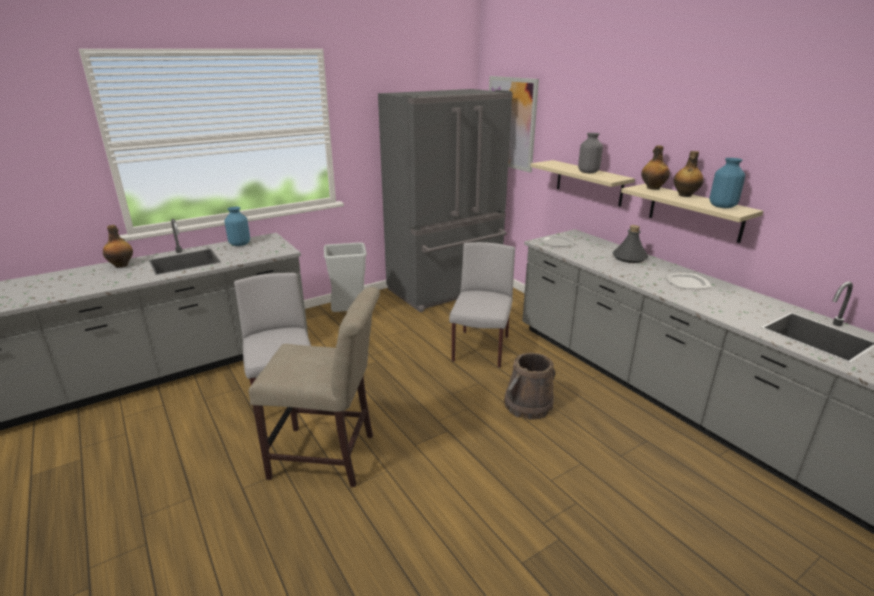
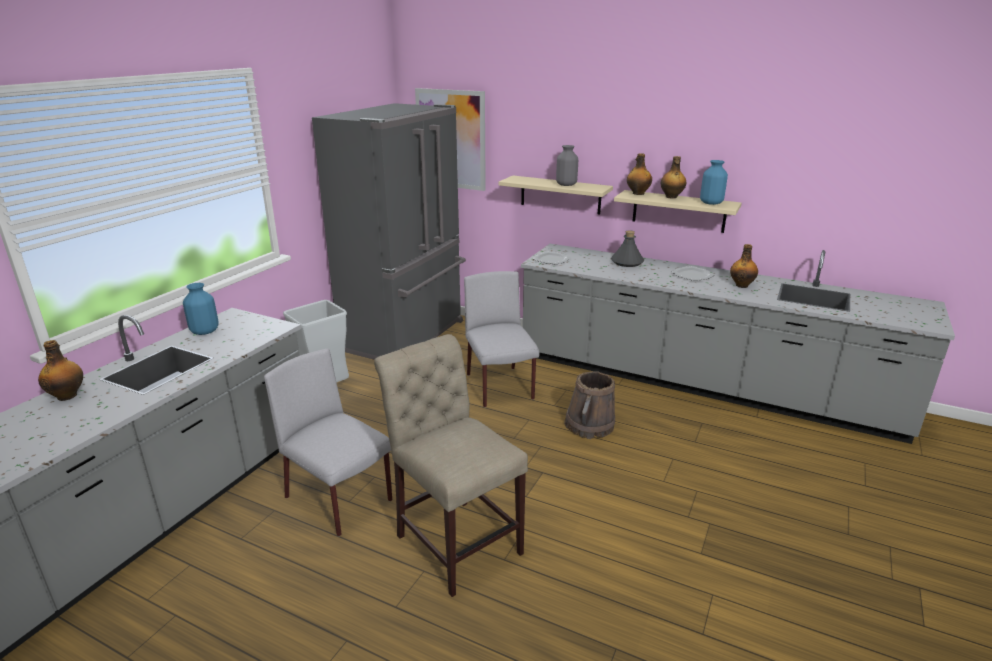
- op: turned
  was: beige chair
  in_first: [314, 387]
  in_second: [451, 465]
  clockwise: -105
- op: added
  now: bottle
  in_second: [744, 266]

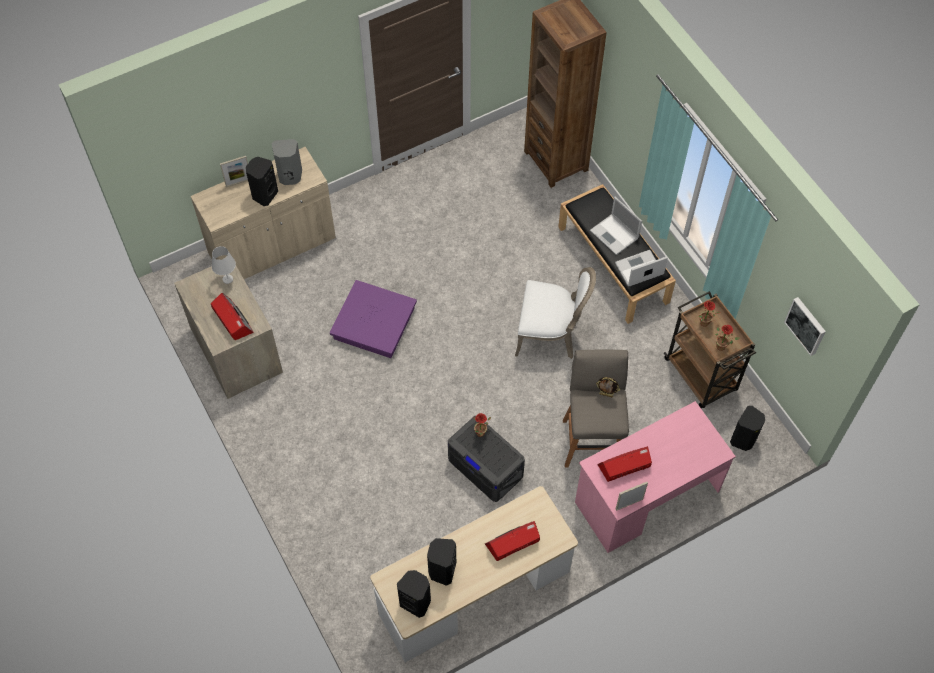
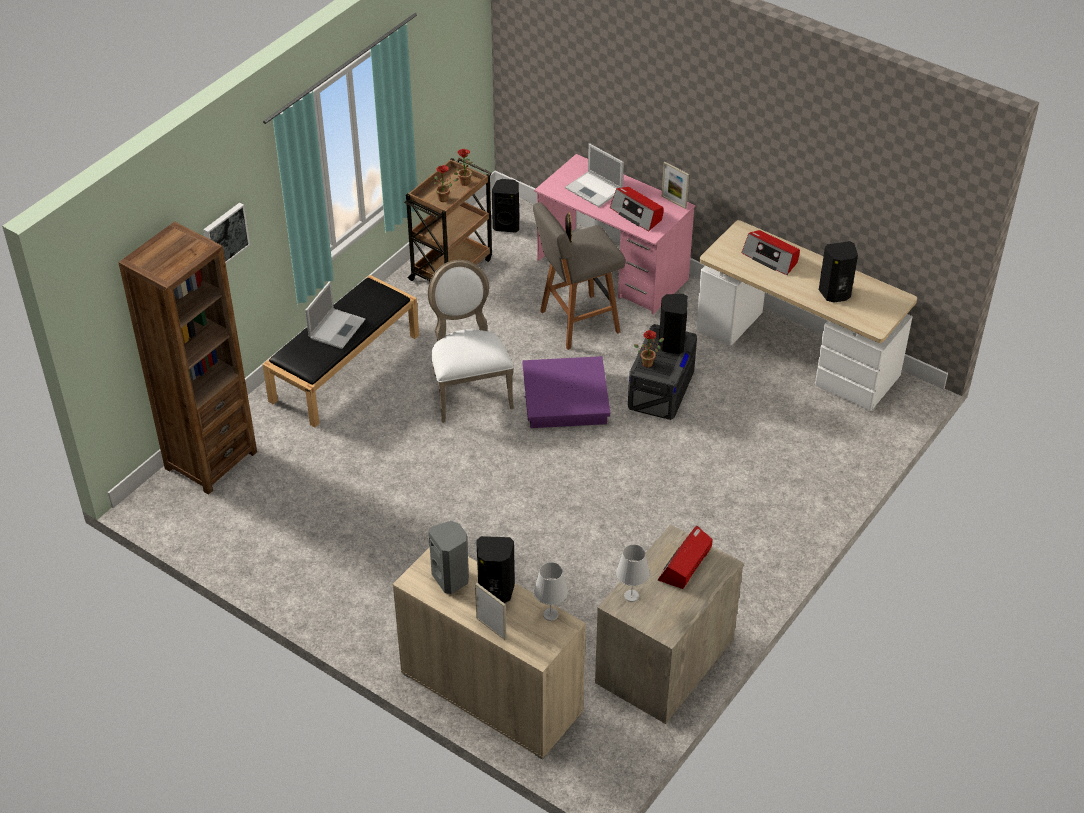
- op: moved
  was: laptop
  in_first: [641, 268]
  in_second: [594, 175]
- op: moved
  was: purple storage box
  in_first: [373, 319]
  in_second: [566, 392]
- op: moved
  was: picture
  in_first: [805, 326]
  in_second: [226, 233]
- op: moved
  was: black speaker
  in_first: [414, 594]
  in_second: [673, 324]
- op: added
  now: white table lamp
  in_second: [551, 591]

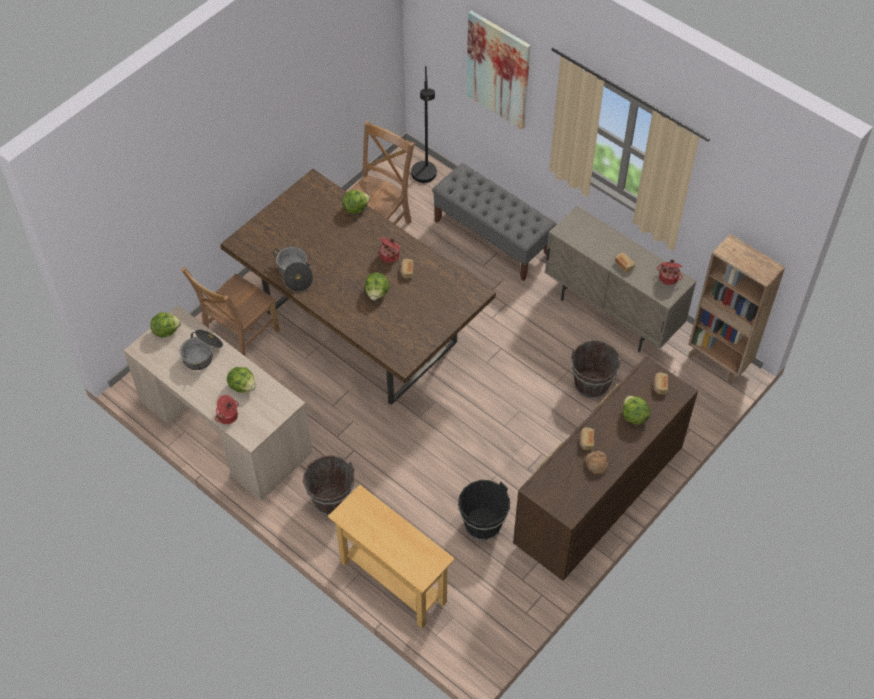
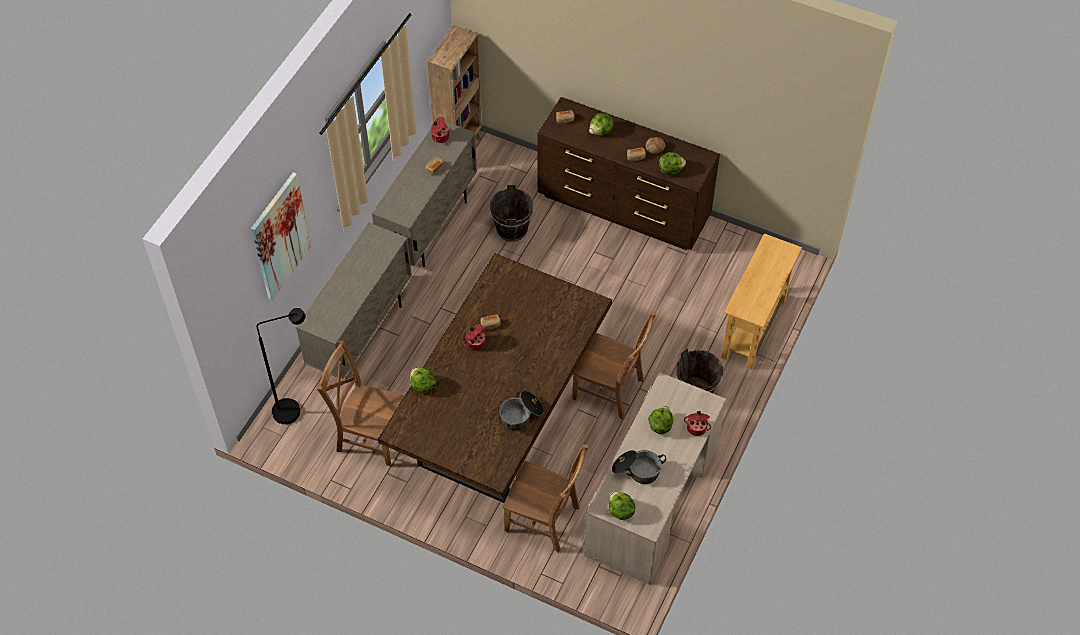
- op: replaced
  was: grey bench
  now: beige cabinet
  in_first: [494, 222]
  in_second: [354, 301]
- op: moved
  was: lettuce
  in_first: [377, 286]
  in_second: [672, 163]
- op: removed
  was: black bucket
  in_first: [484, 510]
- op: added
  now: brown chair
  in_second: [614, 366]

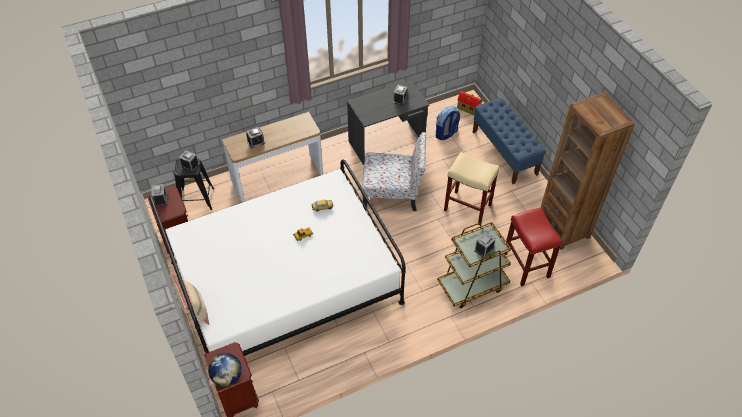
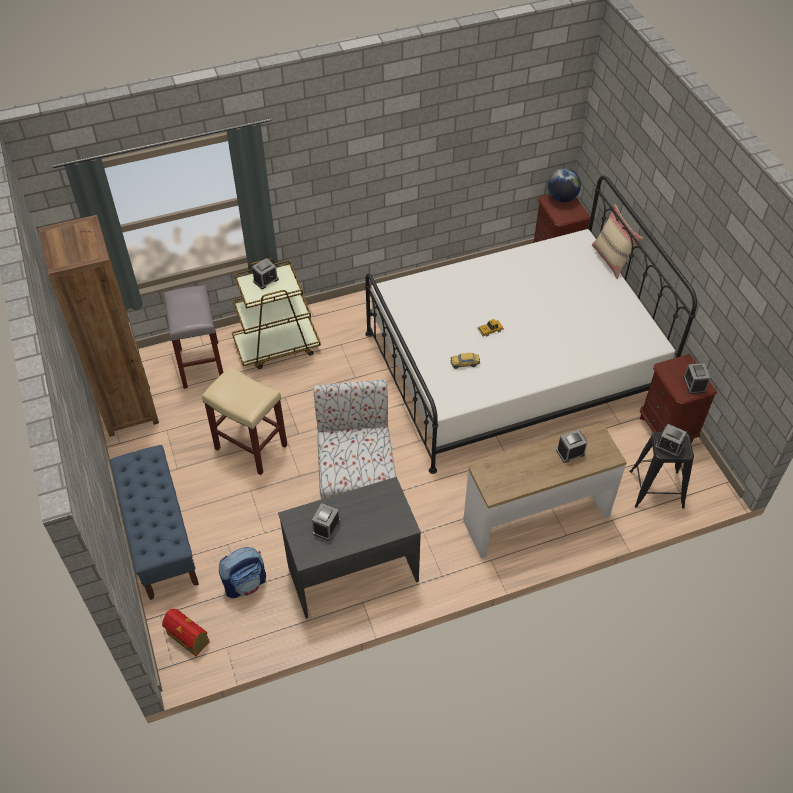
- op: turned
  was: chair
  in_first: [394, 171]
  in_second: [354, 439]
  clockwise: 75
- op: recoloured
  was: red stool
  now: grey stool
  in_first: [533, 247]
  in_second: [193, 337]

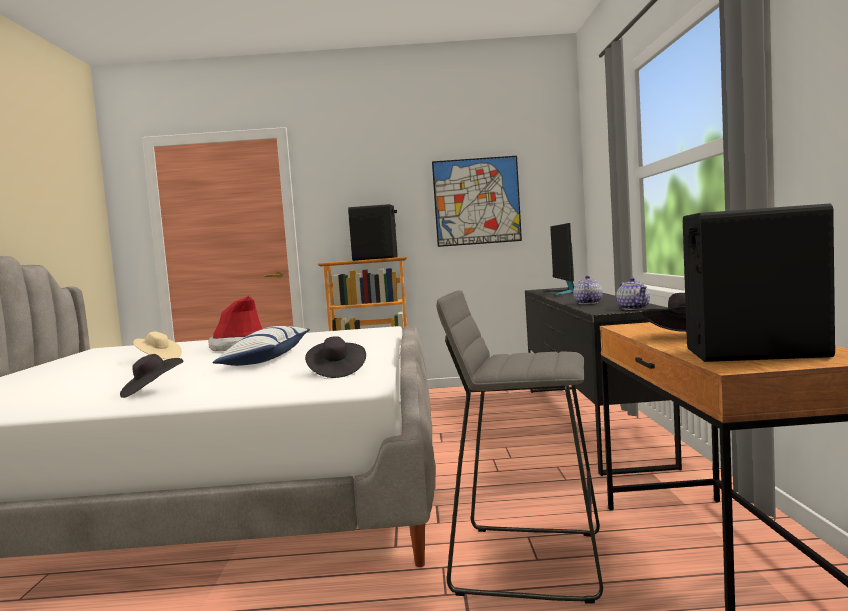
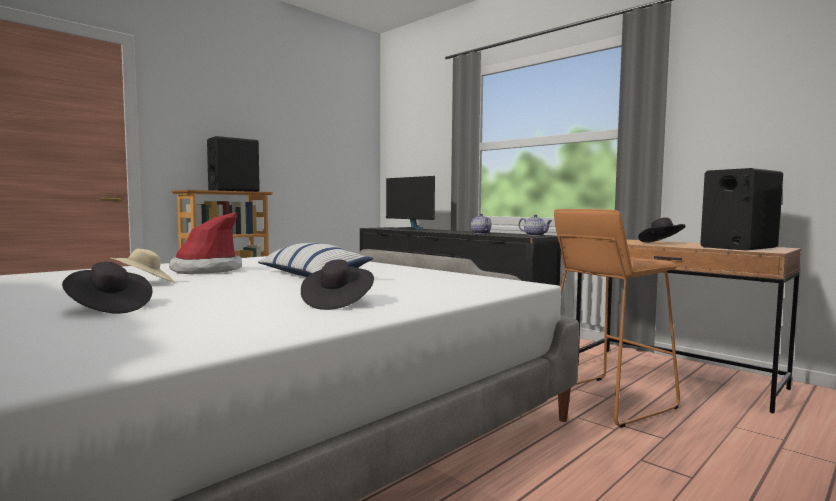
- op: removed
  was: picture
  in_first: [477, 201]
- op: recoloured
  was: grey stool
  now: orange stool
  in_first: [519, 447]
  in_second: [617, 318]
- op: moved
  was: black hat
  in_first: [335, 357]
  in_second: [107, 288]

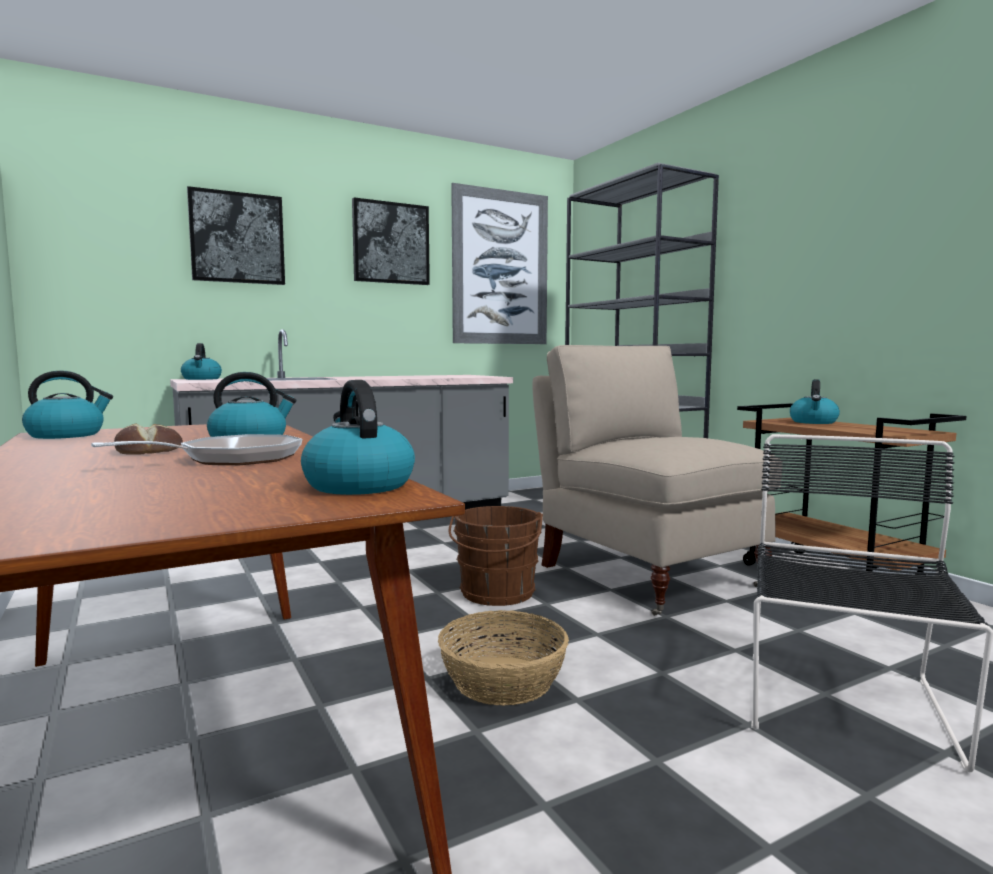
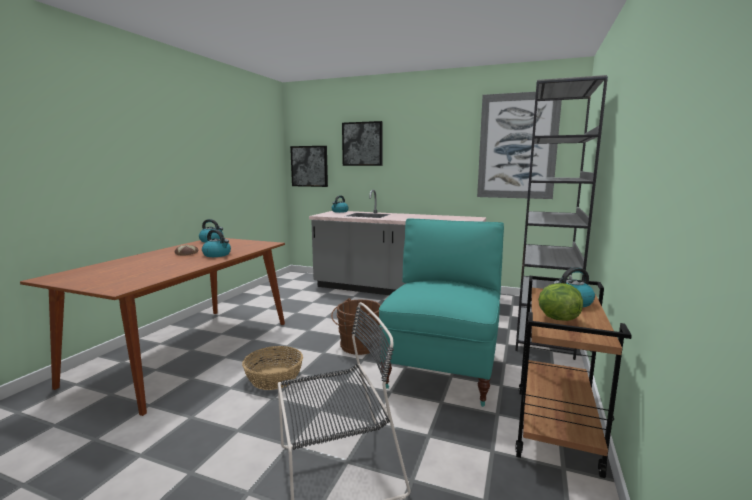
- op: moved
  was: picture
  in_first: [391, 241]
  in_second: [309, 166]
- op: recoloured
  was: beige chair
  now: turquoise chair
  in_first: [657, 480]
  in_second: [441, 313]
- op: removed
  was: kettle
  in_first: [358, 437]
- op: removed
  was: frying pan
  in_first: [196, 449]
- op: added
  now: lettuce
  in_second: [560, 302]

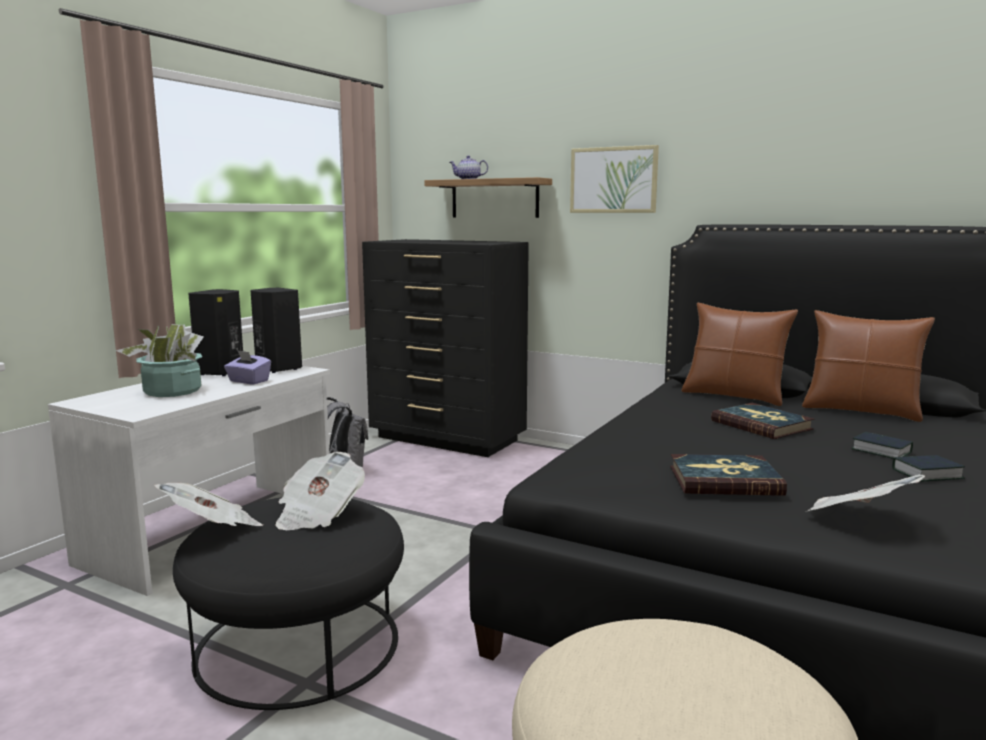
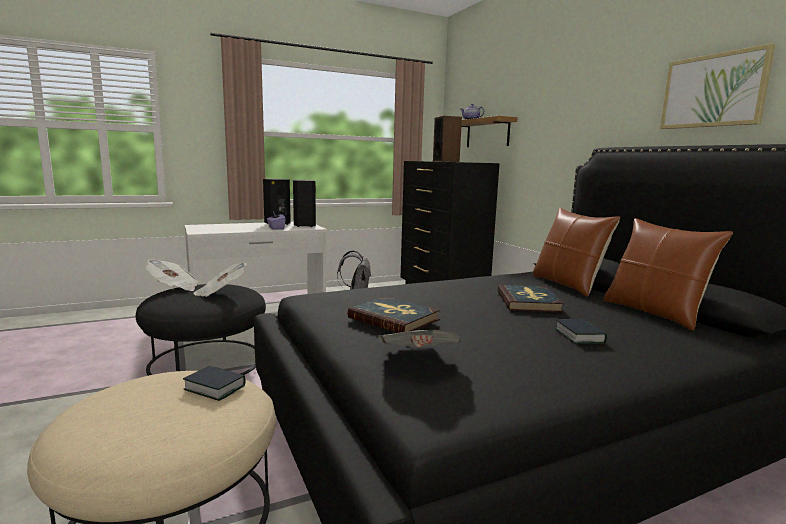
- op: moved
  was: picture
  in_first: [614, 179]
  in_second: [717, 86]
- op: removed
  was: potted plant
  in_first: [160, 360]
- op: moved
  was: book
  in_first: [928, 468]
  in_second: [214, 383]
- op: added
  now: speaker
  in_second: [447, 139]

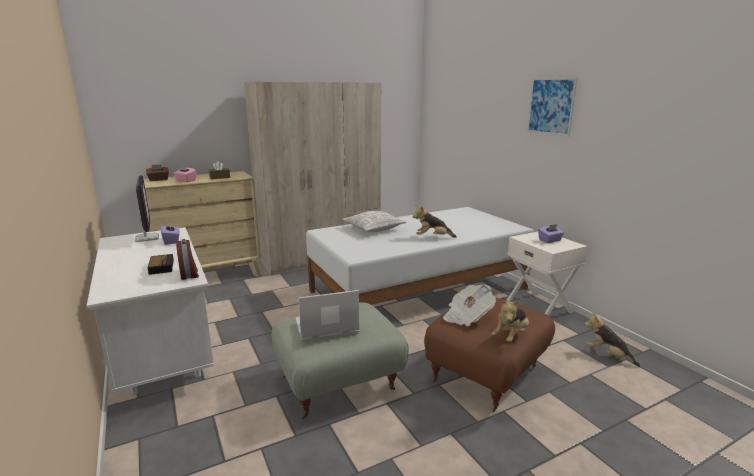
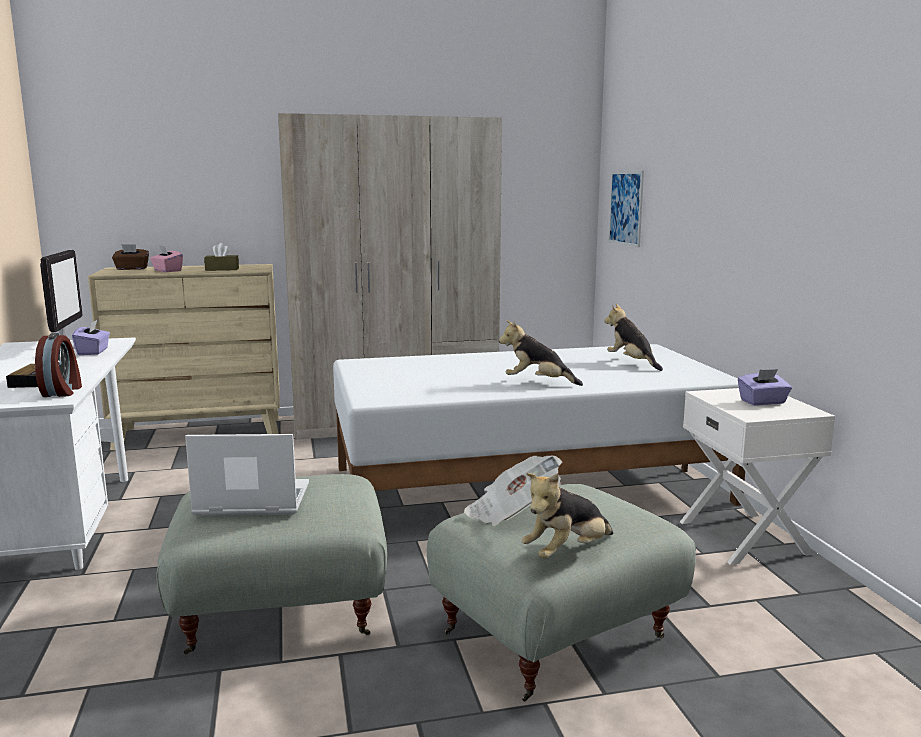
- op: moved
  was: picture
  in_first: [552, 106]
  in_second: [626, 209]
- op: removed
  was: pillow
  in_first: [374, 221]
- op: recoloured
  was: brown ottoman
  now: grey ottoman
  in_first: [489, 354]
  in_second: [561, 593]
- op: moved
  was: plush toy
  in_first: [612, 339]
  in_second: [633, 337]

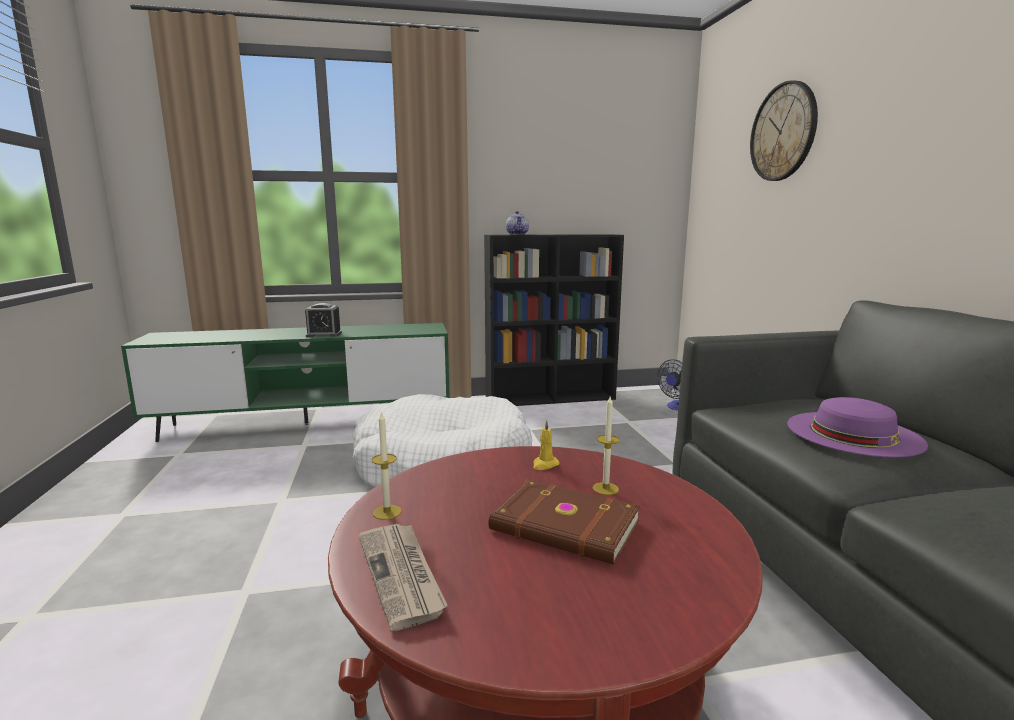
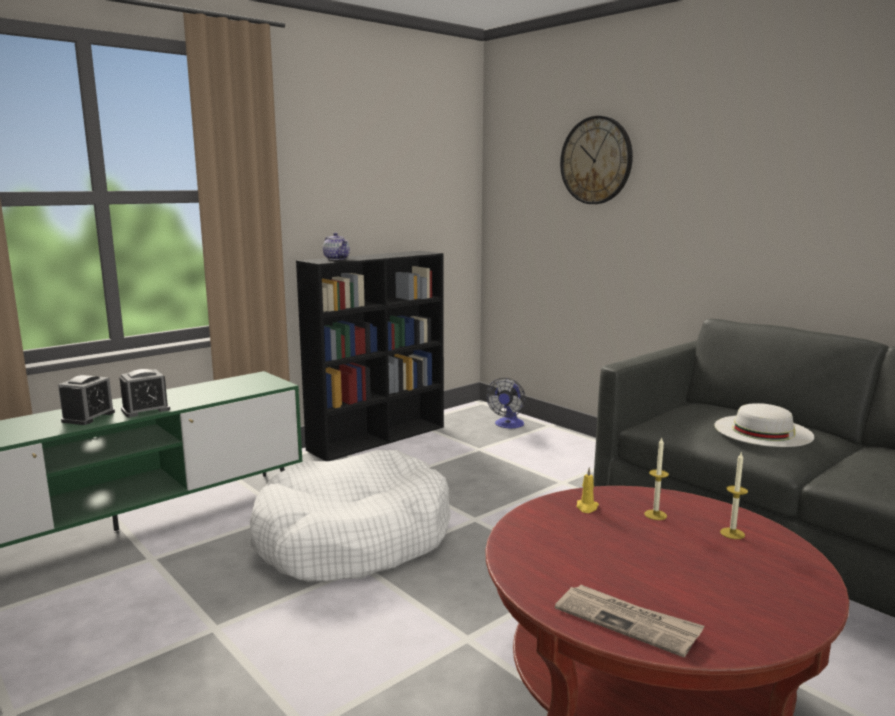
- op: recoloured
  was: purple hat
  now: white hat
  in_first: [857, 427]
  in_second: [764, 425]
- op: moved
  was: candle
  in_first: [386, 465]
  in_second: [734, 496]
- op: removed
  was: brown book
  in_first: [564, 522]
- op: added
  now: alarm clock
  in_second: [86, 400]

